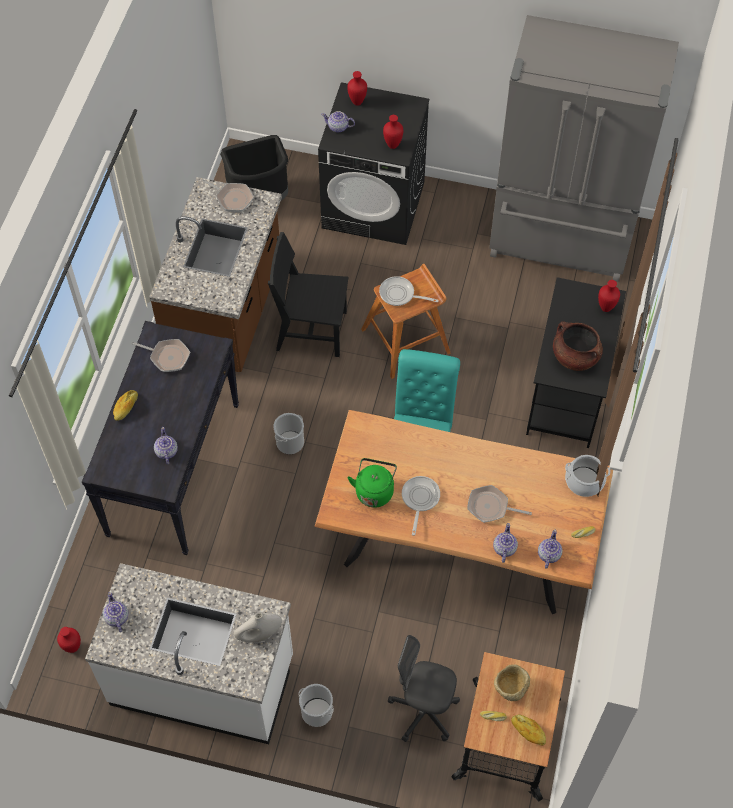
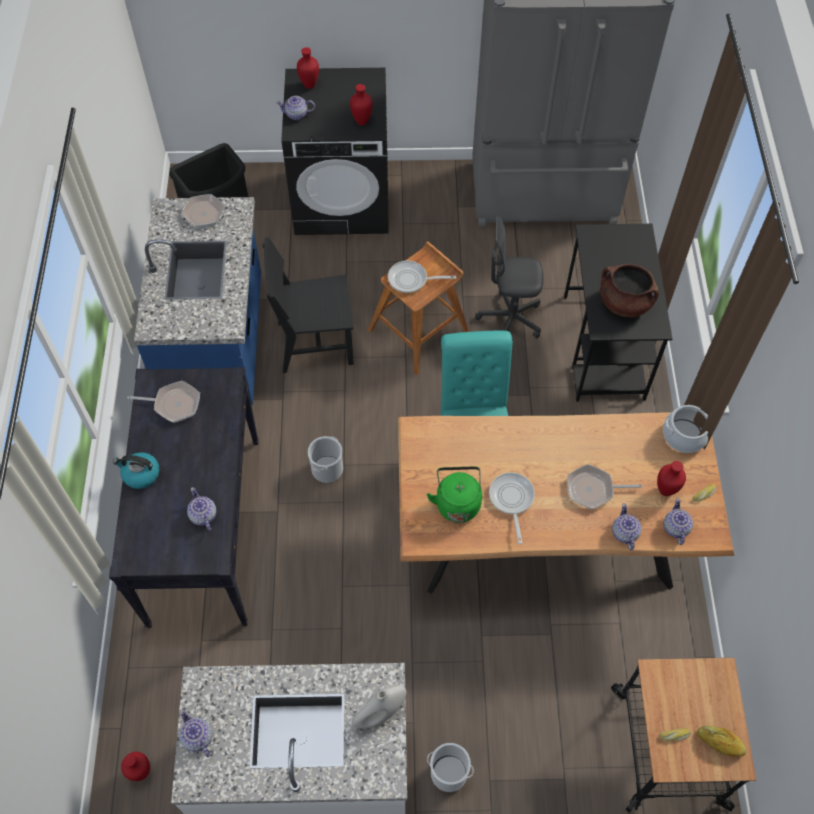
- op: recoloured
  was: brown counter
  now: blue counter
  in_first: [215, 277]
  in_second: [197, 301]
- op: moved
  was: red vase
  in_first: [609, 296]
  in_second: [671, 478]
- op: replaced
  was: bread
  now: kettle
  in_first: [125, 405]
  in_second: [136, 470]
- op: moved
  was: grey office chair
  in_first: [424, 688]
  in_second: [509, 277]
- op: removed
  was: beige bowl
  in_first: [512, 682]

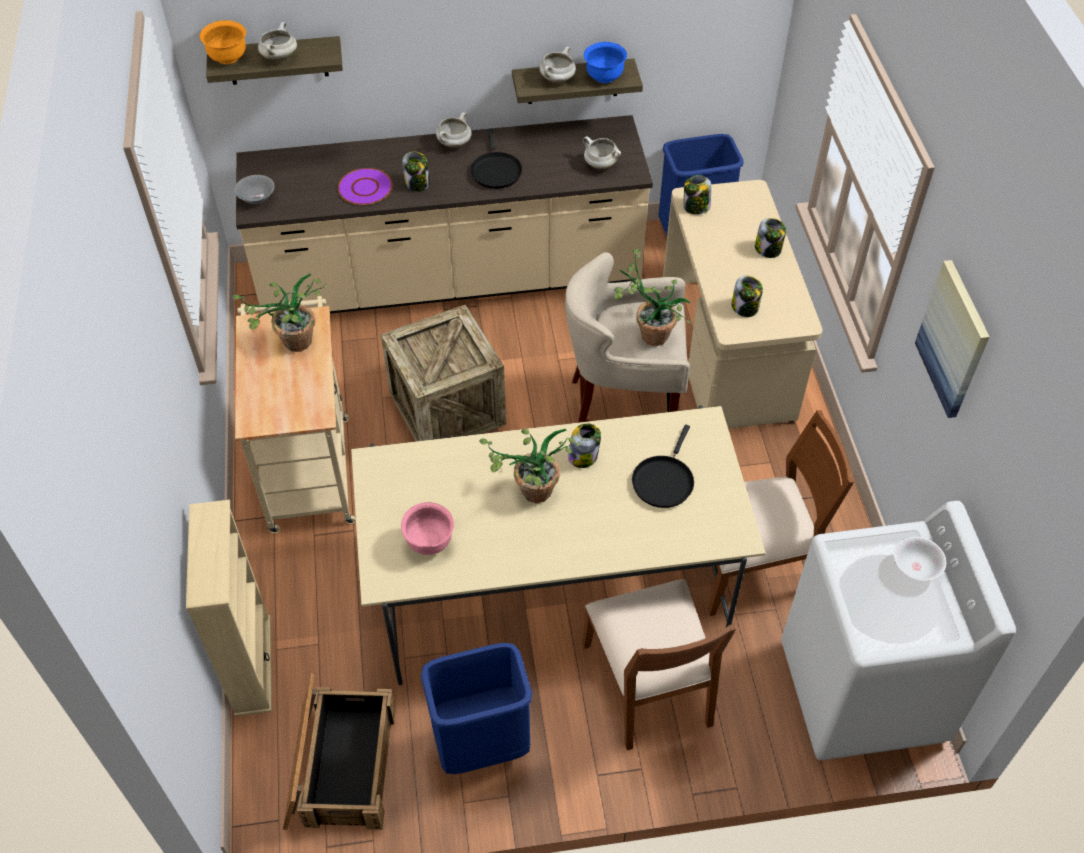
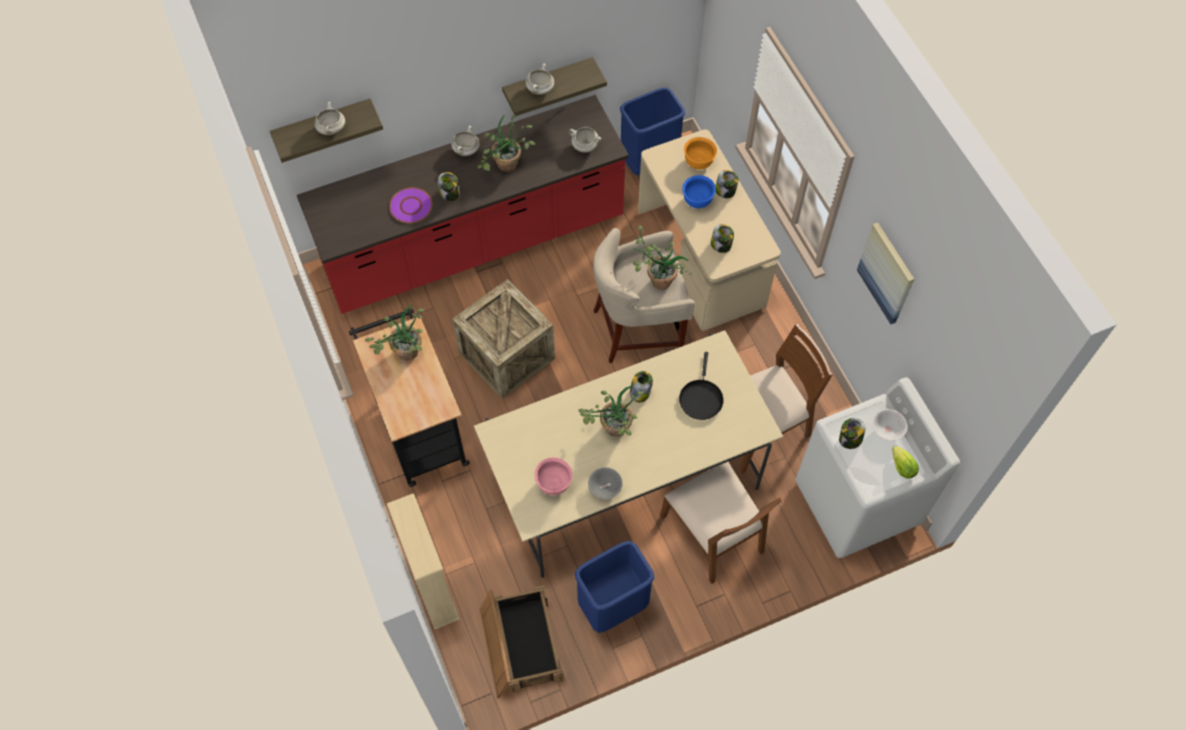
- op: moved
  was: orange bowl
  in_first: [223, 42]
  in_second: [700, 153]
- op: moved
  was: blue bowl
  in_first: [605, 62]
  in_second: [699, 191]
- op: recoloured
  was: beige counter
  now: red counter
  in_first: [444, 214]
  in_second: [463, 204]
- op: replaced
  was: black frying pan
  now: potted plant
  in_first: [496, 158]
  in_second: [506, 143]
- op: moved
  was: grey bowl
  in_first: [254, 189]
  in_second: [605, 483]
- op: moved
  was: jar
  in_first: [697, 195]
  in_second: [852, 433]
- op: recoloured
  was: beige cart
  now: black cart
  in_first: [295, 414]
  in_second: [409, 398]
- op: added
  now: lettuce
  in_second: [905, 462]

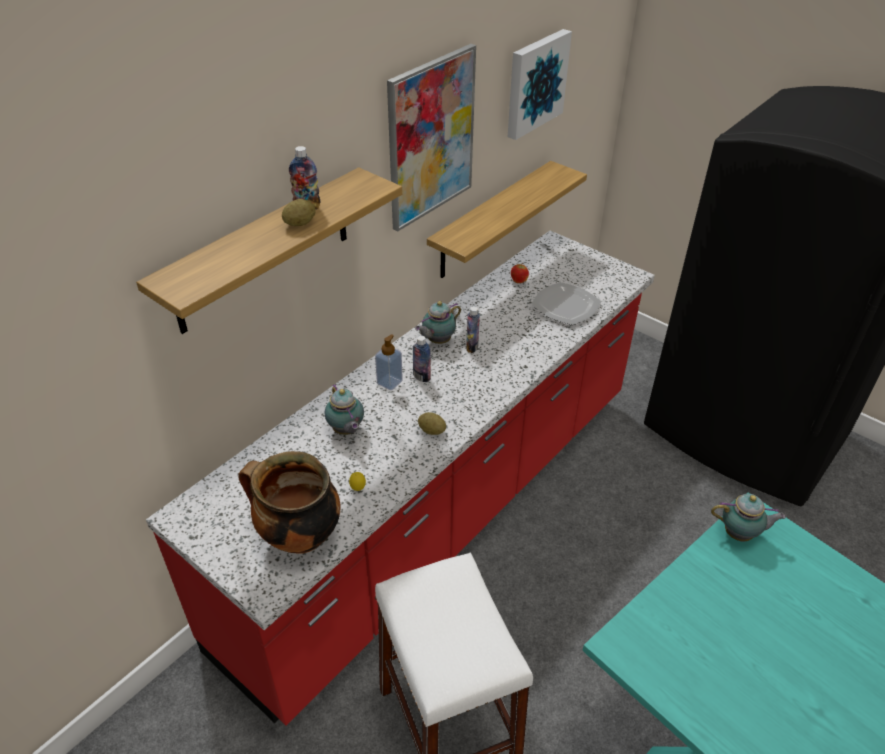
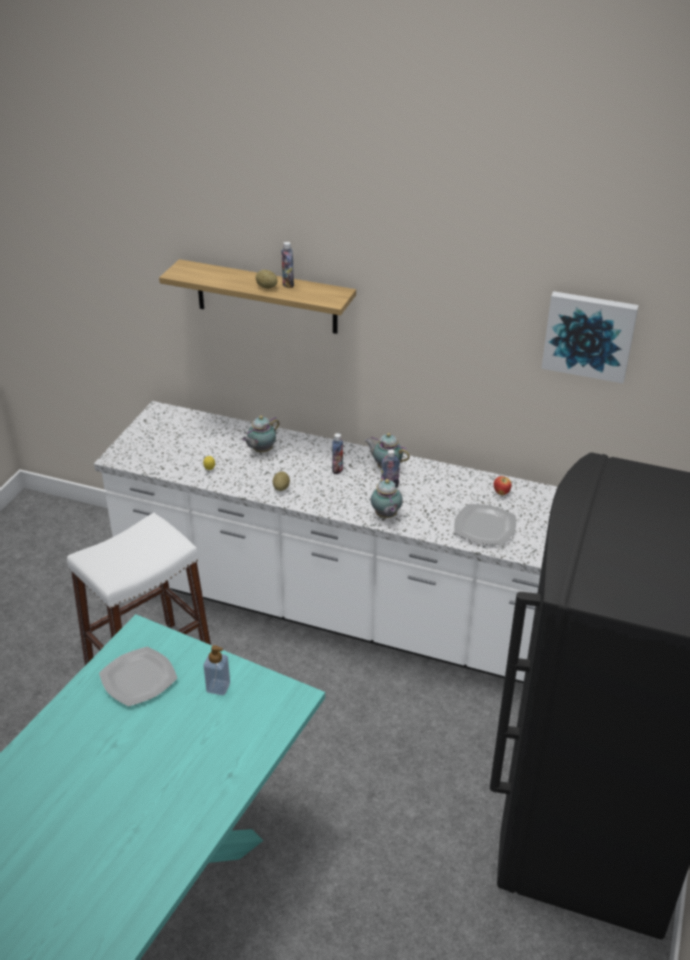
- op: removed
  was: picture
  in_first: [431, 138]
- op: removed
  was: shelf
  in_first: [507, 219]
- op: recoloured
  was: red counter
  now: white counter
  in_first: [400, 478]
  in_second: [325, 542]
- op: moved
  was: soap dispenser
  in_first: [389, 362]
  in_second: [217, 670]
- op: removed
  was: cooking pot
  in_first: [289, 502]
- op: moved
  was: teapot
  in_first: [748, 518]
  in_second: [387, 497]
- op: added
  now: plate
  in_second: [138, 676]

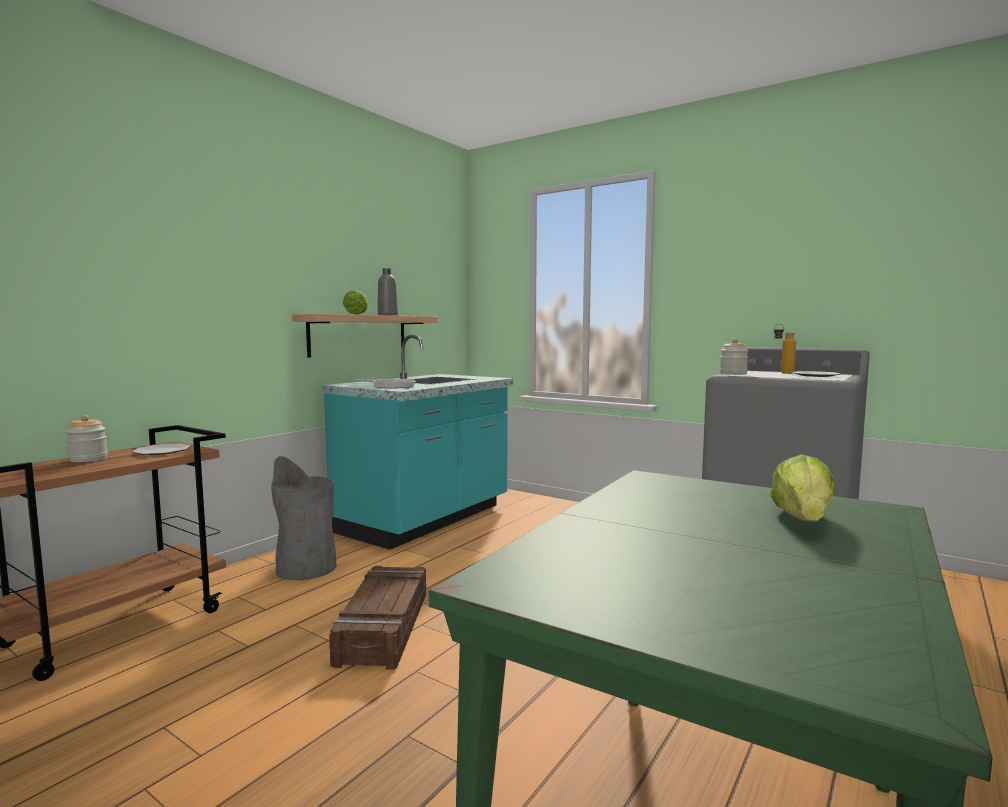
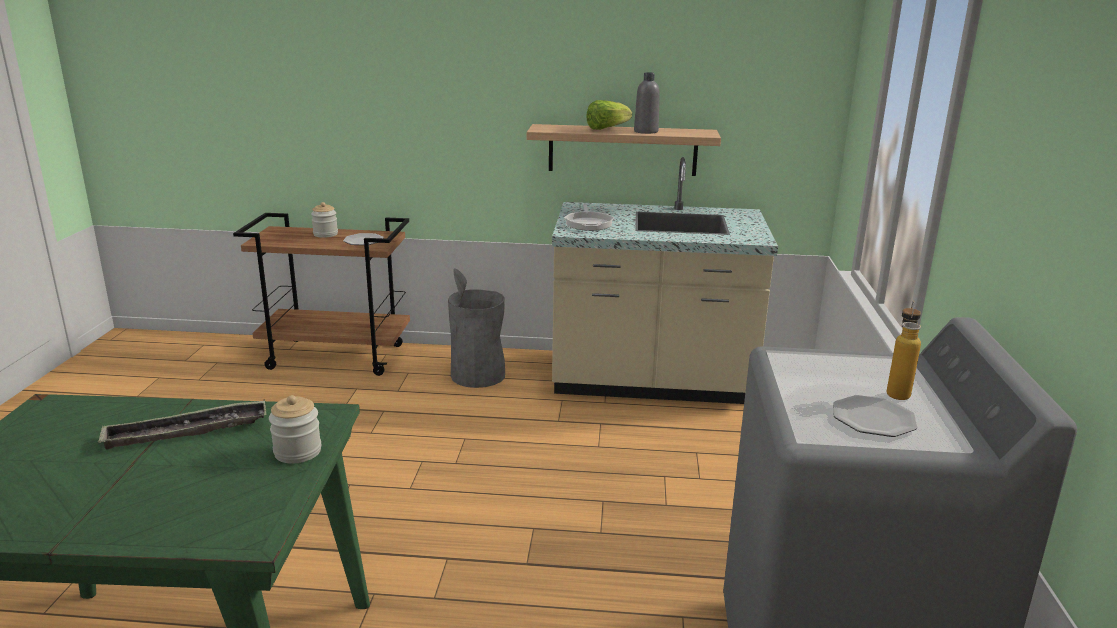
- op: recoloured
  was: turquoise counter
  now: beige counter
  in_first: [417, 442]
  in_second: [665, 280]
- op: moved
  was: jar
  in_first: [734, 357]
  in_second: [295, 429]
- op: removed
  was: lettuce
  in_first: [803, 488]
- op: removed
  was: crate
  in_first: [377, 618]
- op: added
  now: tray
  in_second: [182, 424]

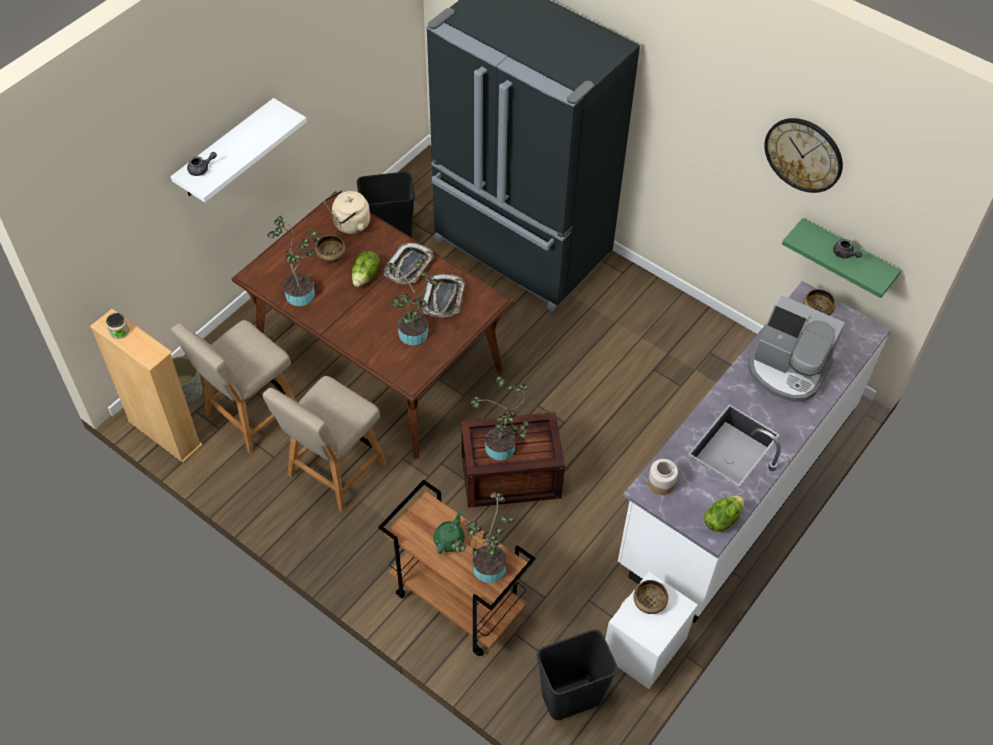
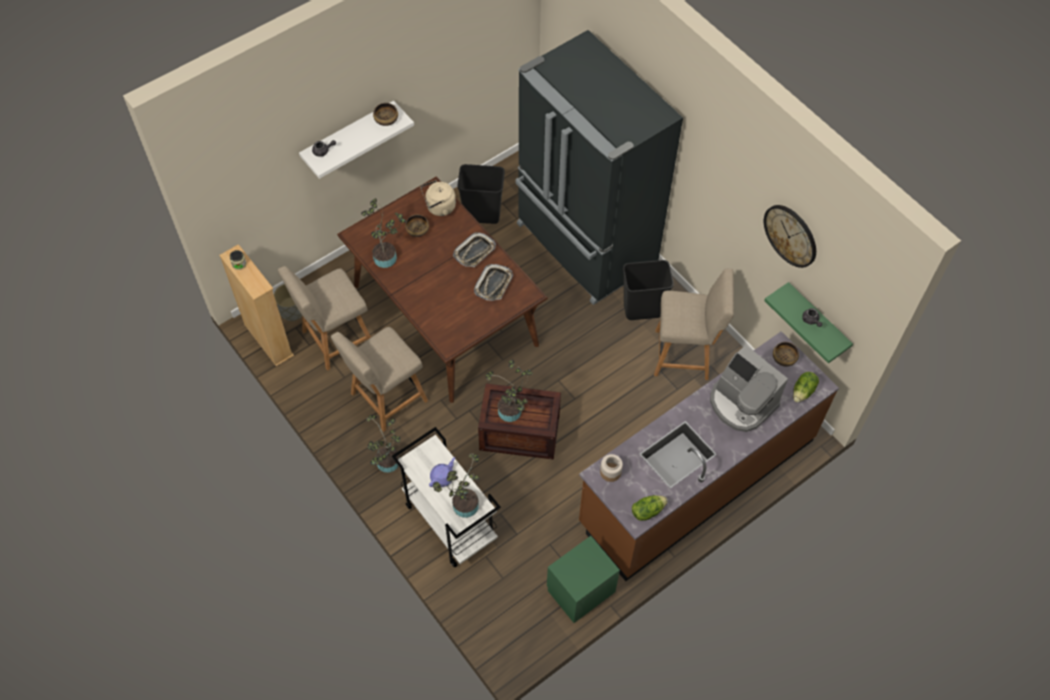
- op: moved
  was: lettuce
  in_first: [366, 269]
  in_second: [806, 387]
- op: moved
  was: potted plant
  in_first: [410, 302]
  in_second: [383, 443]
- op: recoloured
  was: white counter
  now: brown counter
  in_first: [754, 452]
  in_second: [709, 456]
- op: recoloured
  was: brown cart
  now: white cart
  in_first: [457, 568]
  in_second: [446, 497]
- op: recoloured
  was: green teapot
  now: purple teapot
  in_first: [449, 532]
  in_second: [442, 472]
- op: recoloured
  was: white nightstand
  now: green nightstand
  in_first: [651, 630]
  in_second: [583, 579]
- op: moved
  was: bowl
  in_first: [650, 597]
  in_second: [385, 114]
- op: moved
  was: black trash can
  in_first: [577, 674]
  in_second: [648, 290]
- op: added
  now: beige chair
  in_second: [694, 324]

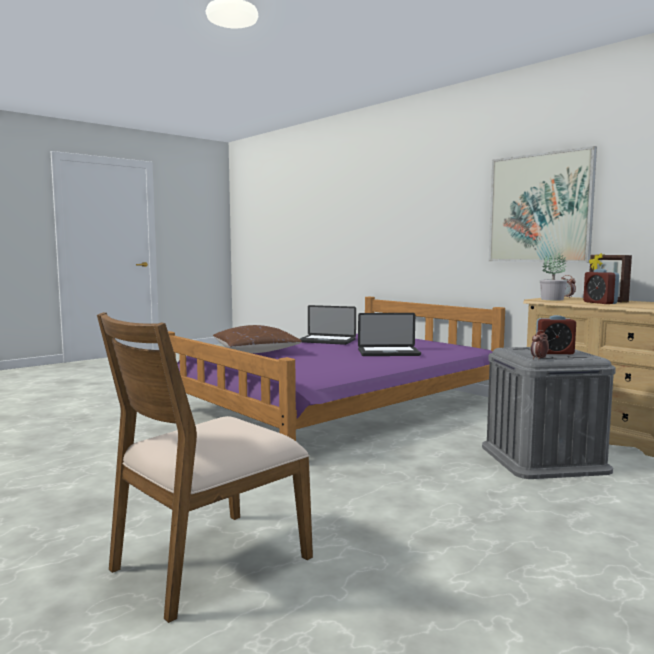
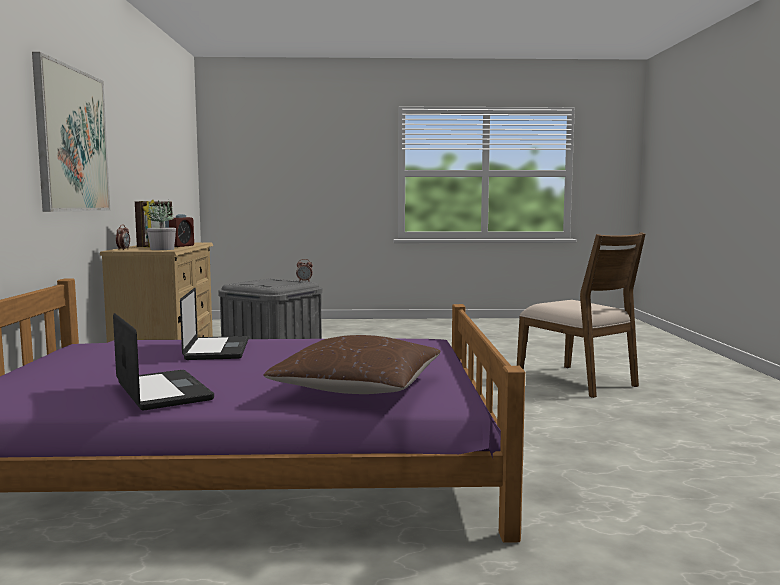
- op: turned
  was: brown chair
  in_first: [205, 467]
  in_second: [581, 315]
  clockwise: 60
- op: turned
  was: laptop
  in_first: [389, 334]
  in_second: [214, 324]
  clockwise: 45
- op: removed
  was: alarm clock
  in_first: [556, 334]

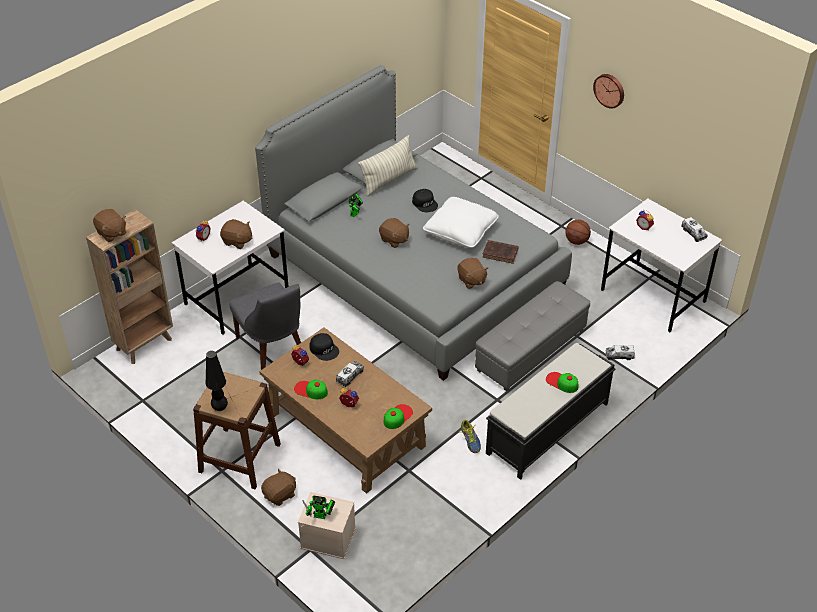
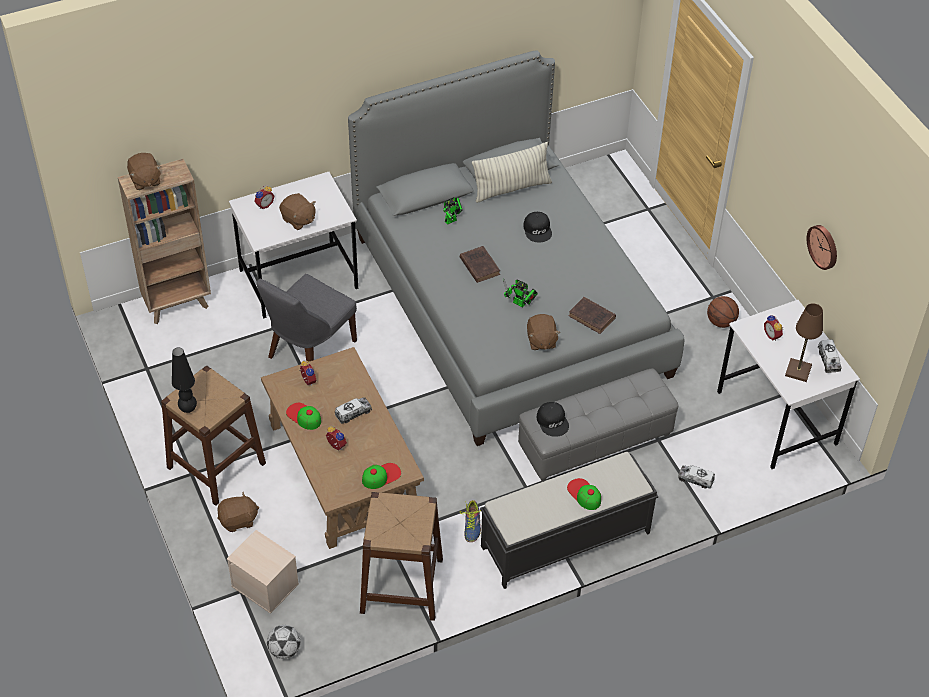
- op: moved
  was: wall clock
  in_first: [608, 91]
  in_second: [822, 247]
- op: removed
  was: white pillow
  in_first: [461, 222]
- op: replaced
  was: brown plush toy
  now: brown book
  in_first: [394, 233]
  in_second: [480, 264]
- op: turned
  was: grey chair
  in_first: [265, 326]
  in_second: [307, 318]
  clockwise: 45
- op: moved
  was: black cap
  in_first: [324, 347]
  in_second: [553, 419]
- op: moved
  was: toy robot
  in_first: [318, 507]
  in_second: [520, 293]
- op: added
  now: brown table lamp
  in_second: [804, 342]
- op: added
  now: brown stool
  in_second: [401, 556]
- op: added
  now: football
  in_second: [284, 642]

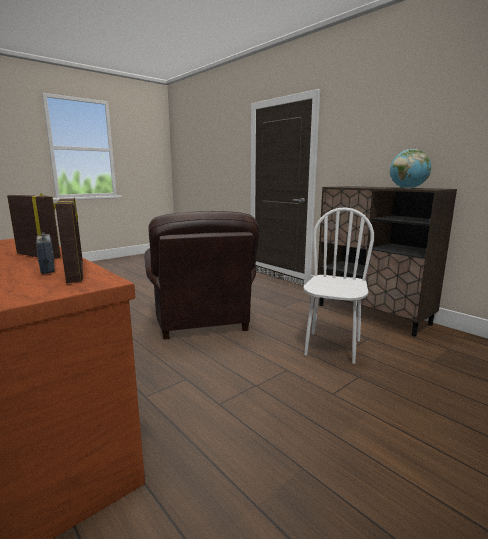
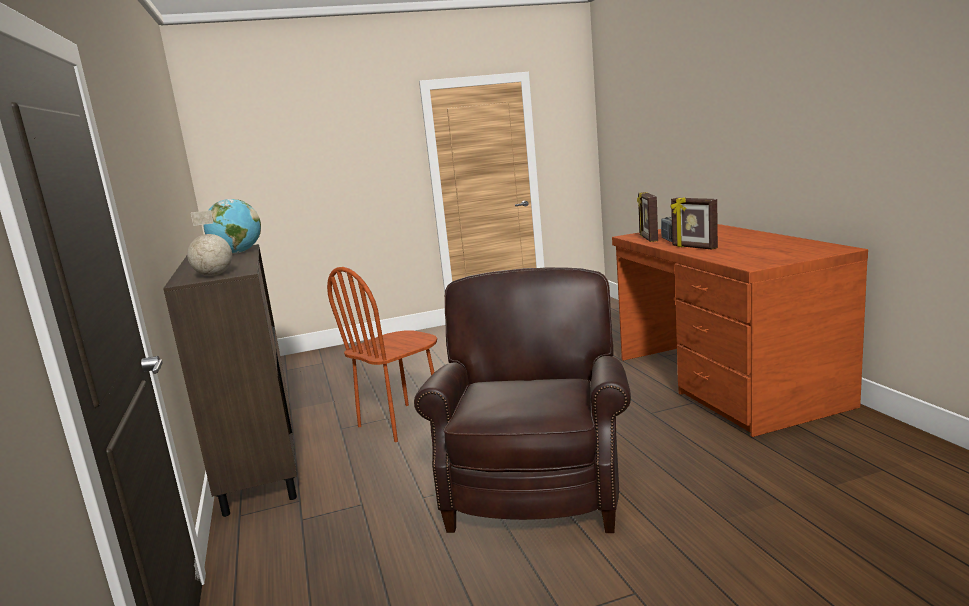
- op: recoloured
  was: white chair
  now: brown chair
  in_first: [339, 285]
  in_second: [382, 354]
- op: added
  now: globe
  in_second: [209, 243]

